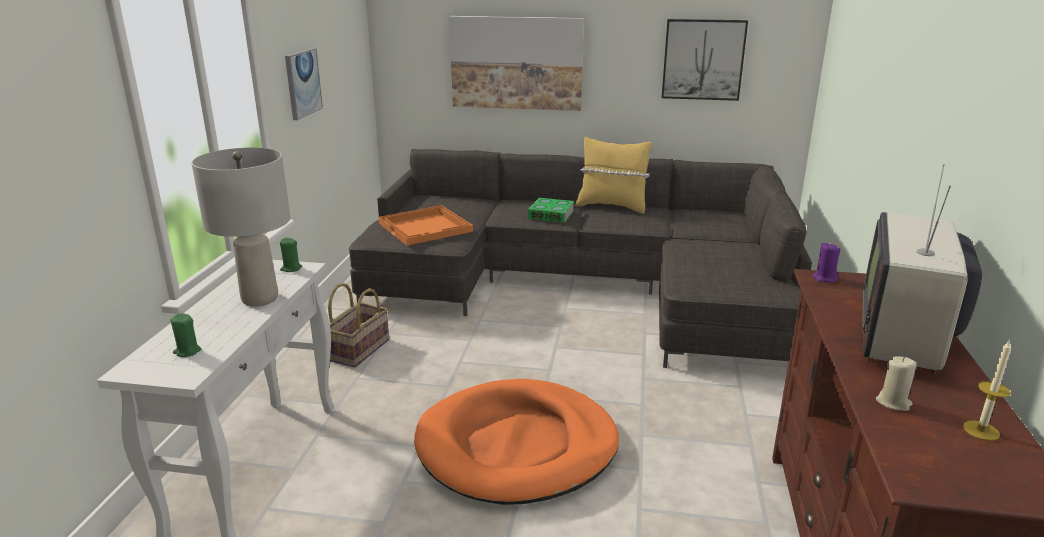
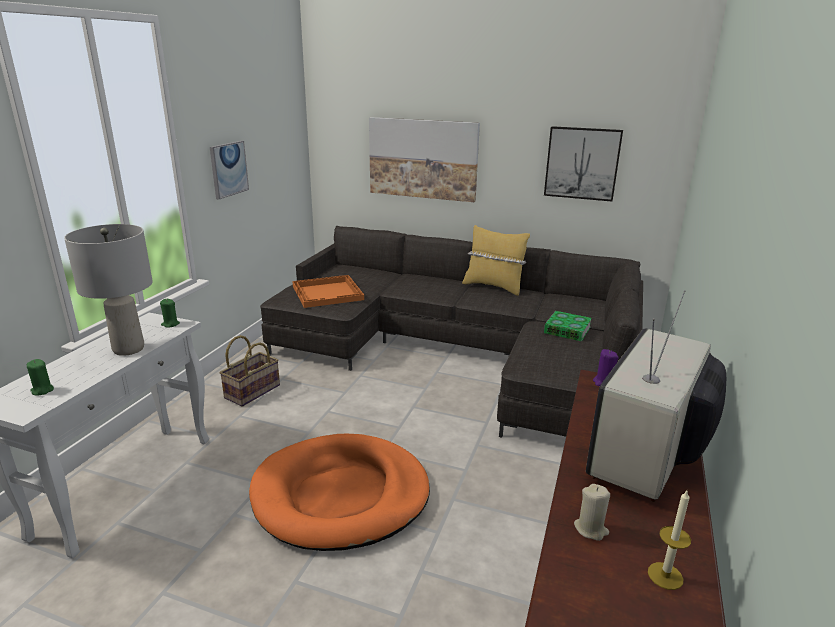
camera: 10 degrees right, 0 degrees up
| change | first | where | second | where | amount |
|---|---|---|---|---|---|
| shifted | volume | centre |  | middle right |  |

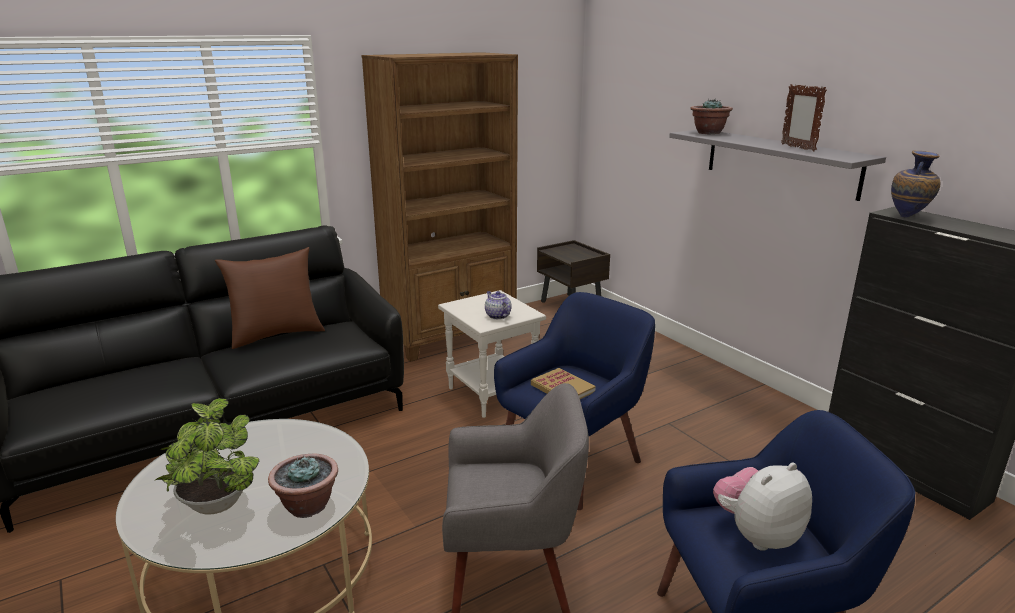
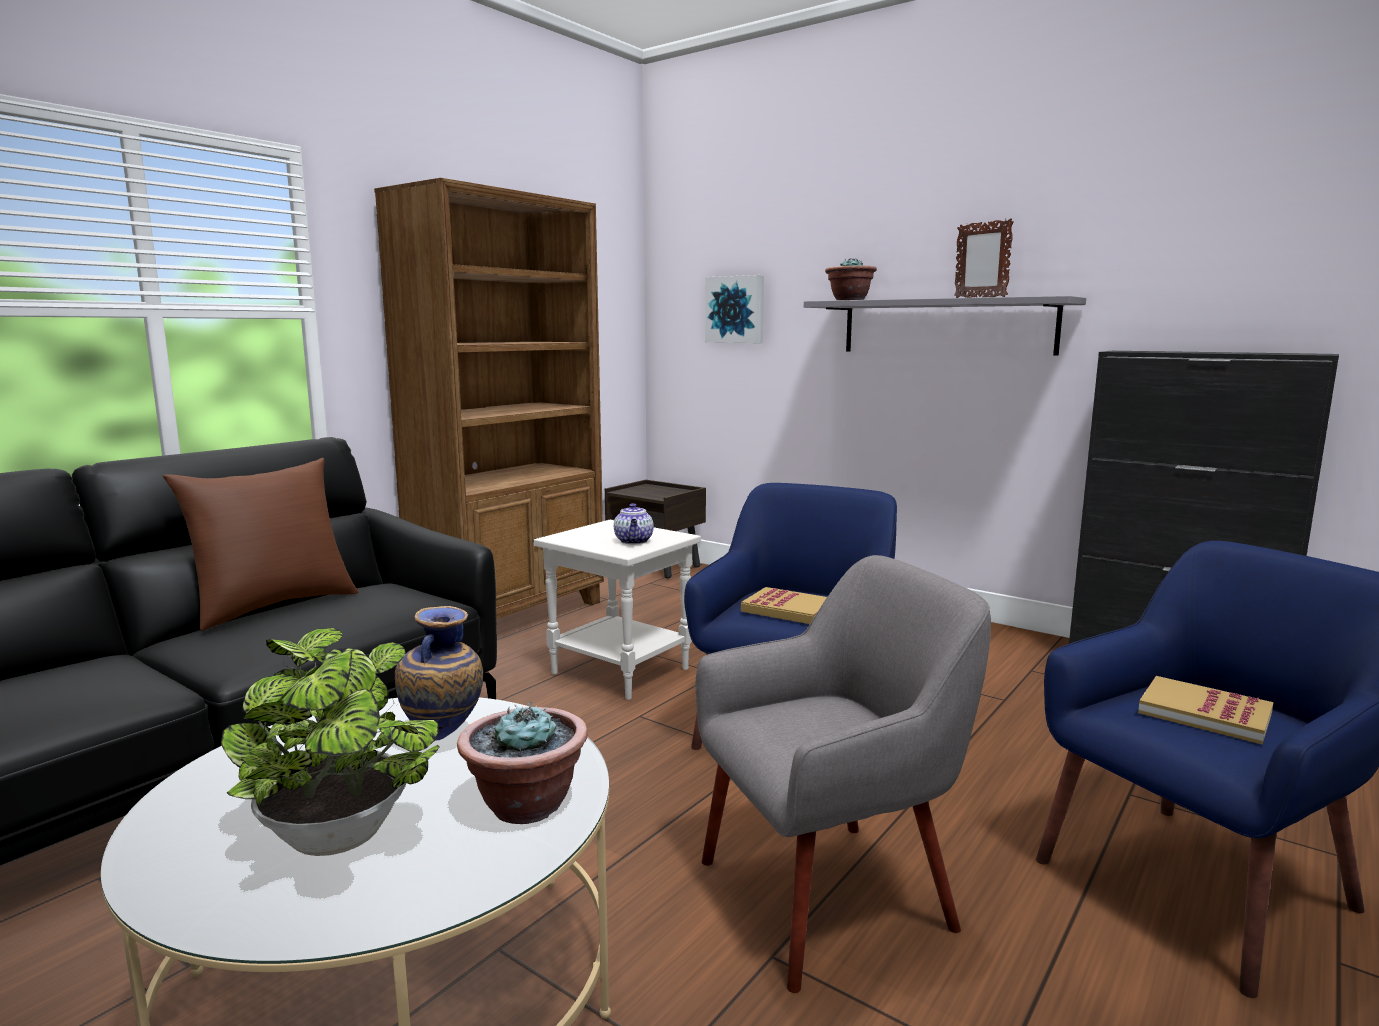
camera: 20 degrees left, 10 degrees down
| change | first | where | second | where | amount |
|---|---|---|---|---|---|
| rotated | tea pot | centre |  | centre | 135 degrees counterclockwise |
| swapped | soft toy | bottom right | volume (no. 2 from left) | bottom right |  |
| shifted | vase | top right |  | middle left |  |
| new |  |  | wall art | top centre |  |

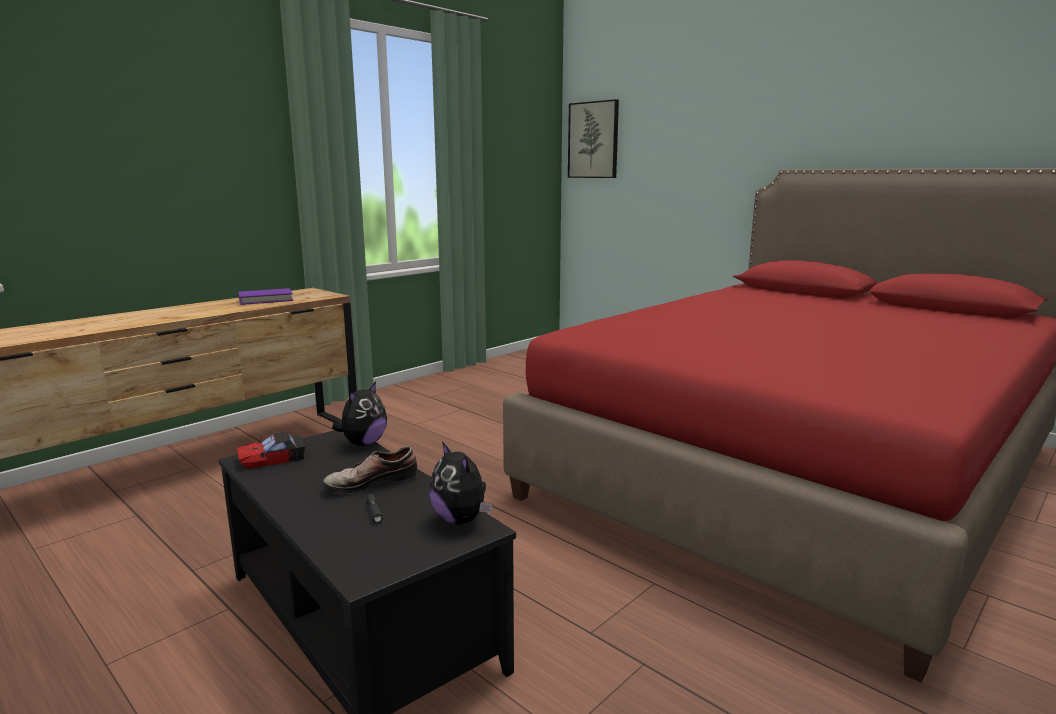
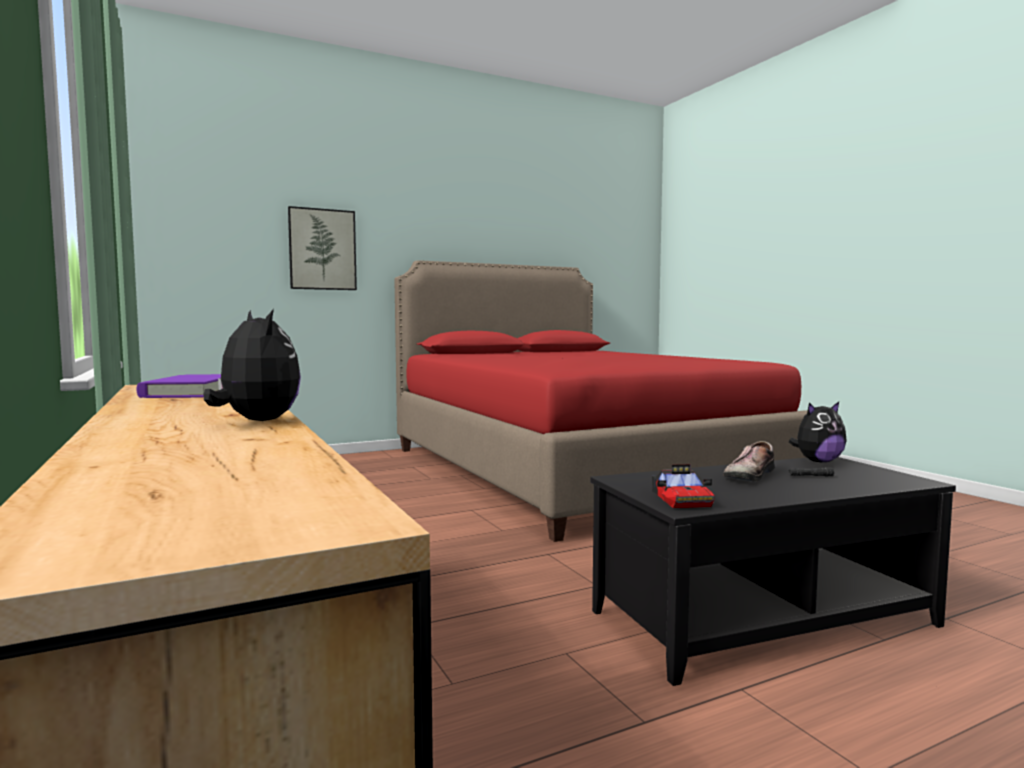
camera: 70 degrees left, 10 degrees down
| change | first | where | second | where | amount |
|---|---|---|---|---|---|
| rotated | shoe | centre |  | middle right | 45 degrees clockwise |
| shifted | soft toy (no. 1 from left) | centre |  | middle left |  |
| shifted | wall art | top centre |  | top left |  |

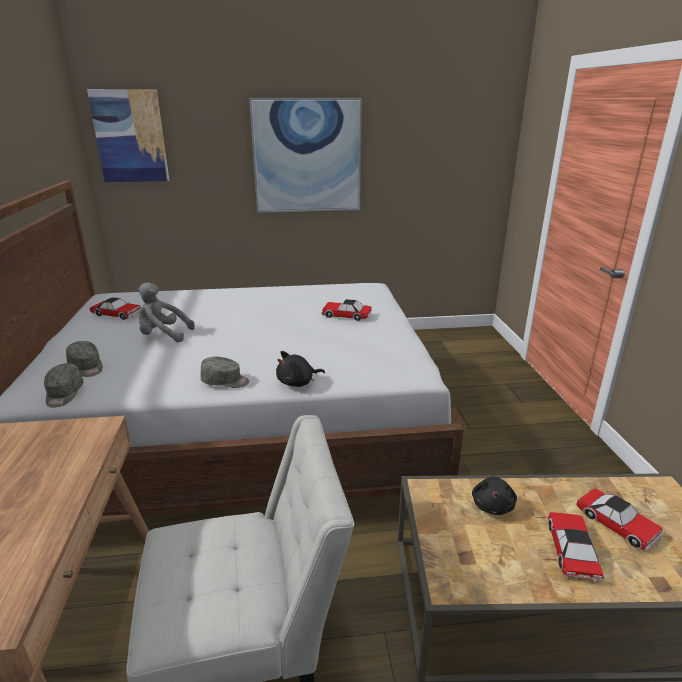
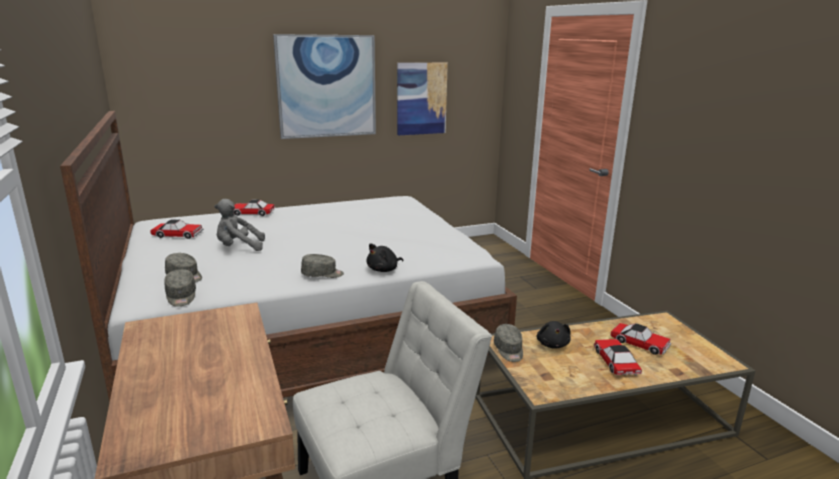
camera: 15 degrees left, 5 degrees down
| change | first | where | second | where | amount |
|---|---|---|---|---|---|
| shifted | wall art (no. 1 from left in the first image) | top left | wall art (no. 2 from left) | top centre |  |
| shifted | miniature car (no. 2 from left) | centre |  | middle left |  |
| new |  |  | baseball cap (gray) (no. 4 from left) | bottom centre |  |

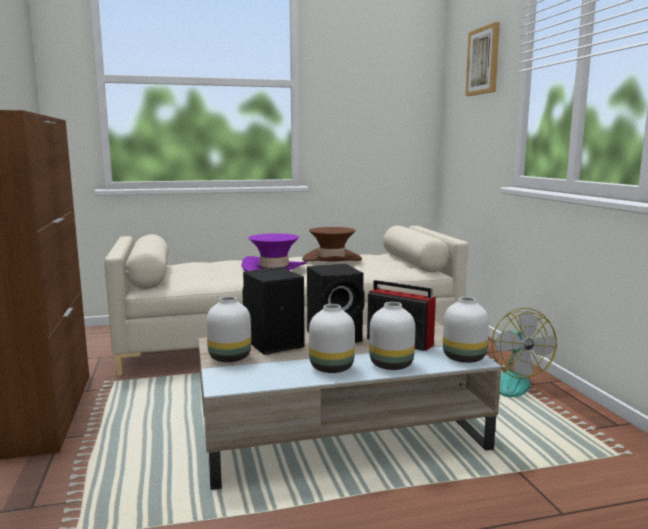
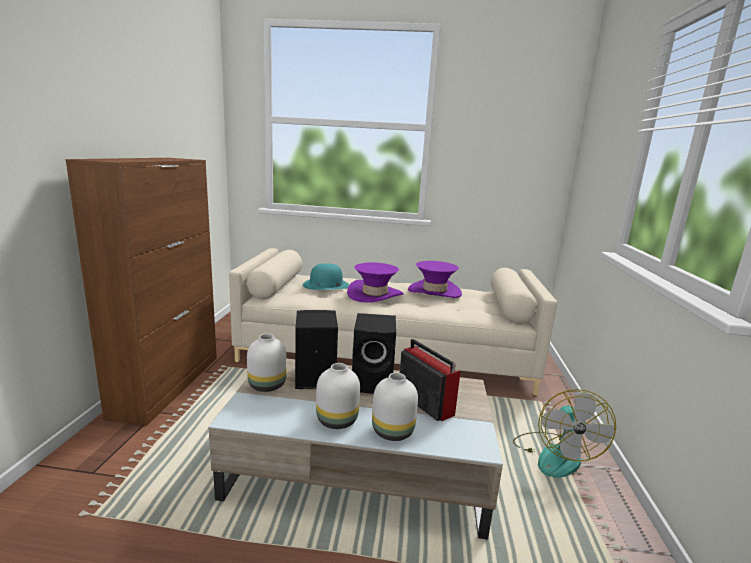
camera: 20 degrees right, 5 degrees up
| change | first | where | second | where | amount |
|---|---|---|---|---|---|
| repainted | clothing hat (brown) | centre | clothing hat (purplish) (no. 2 from left) | centre |  |
| gone | vase (whitish) (no. 4 from left) | middle right |  |  |  |
| gone | wall art | top right |  |  |  |
| new |  |  | clothing hat (turquoise-coloured) | centre |  |

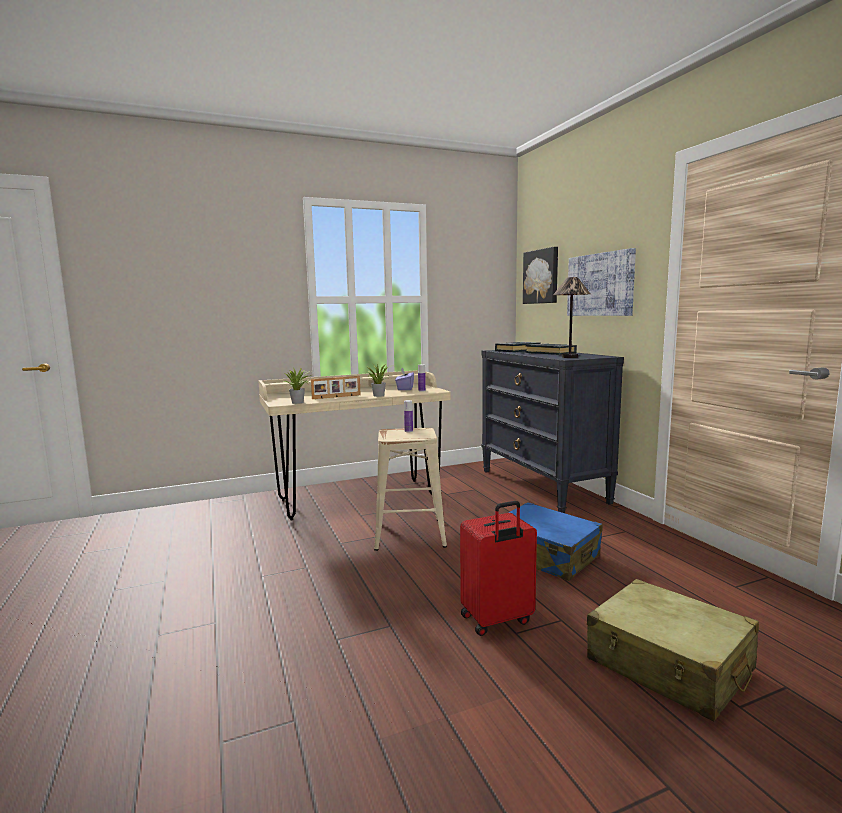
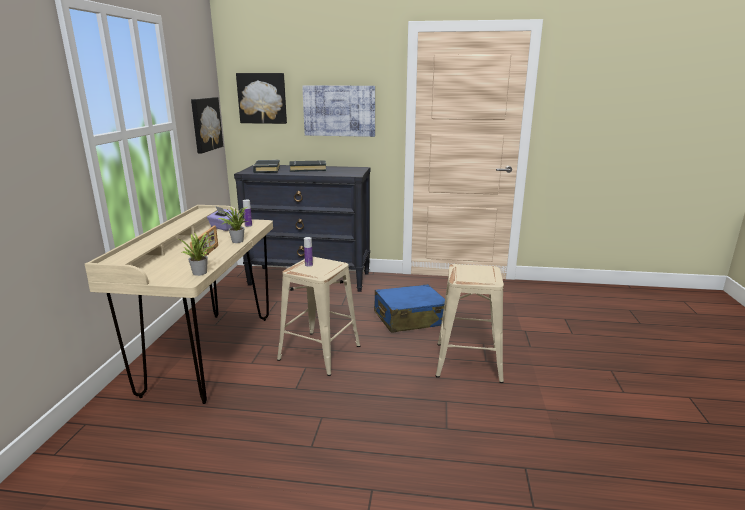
camera: 60 degrees left, 10 degrees up
| change | first | where | second | where | amount |
|---|---|---|---|---|---|
| swapped | suitcase (red) | bottom centre | stool seat (beige-coloured) (no. 2 from left) | centre |  |
| gone | tabletop lamp | middle right |  |  |  |
| gone | suitcase (beige-coloured) | bottom right |  |  |  |
| new |  |  | wall art (no. 1 from left) | top left |  |

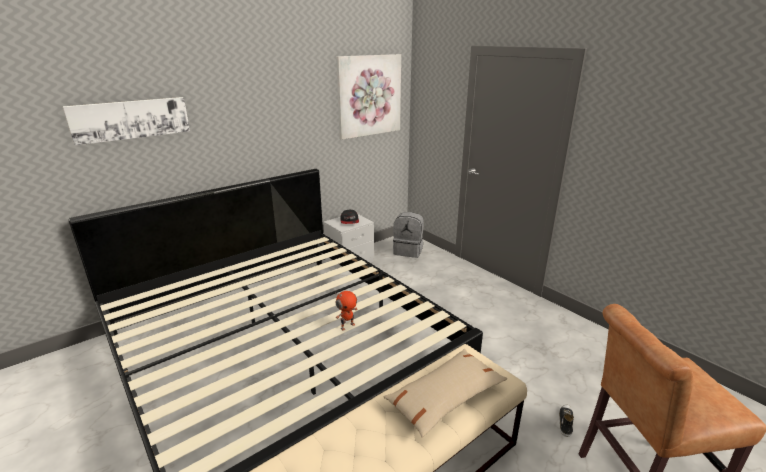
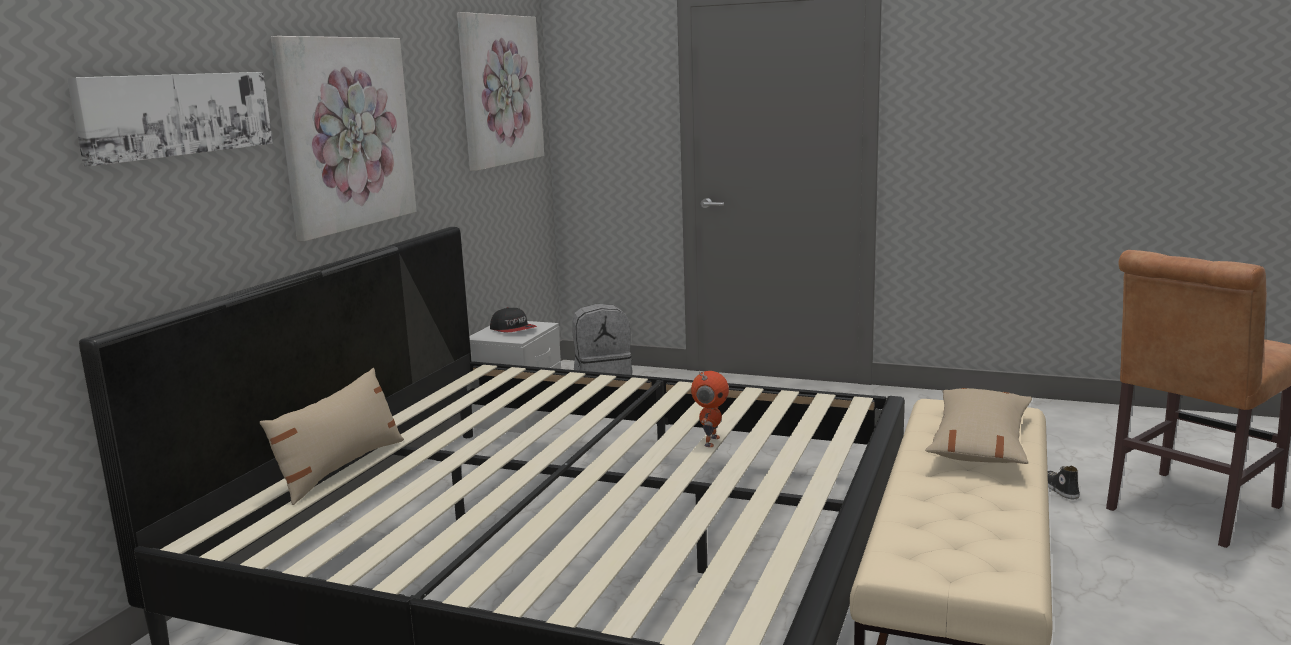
camera: 30 degrees left, 10 degrees down
| change | first | where | second | where | amount |
|---|---|---|---|---|---|
| new |  |  | throw pillow (beige-coloured) (no. 1 from left) | bottom left |  |
| new |  |  | wall art (no. 2 from left) | top left |  |

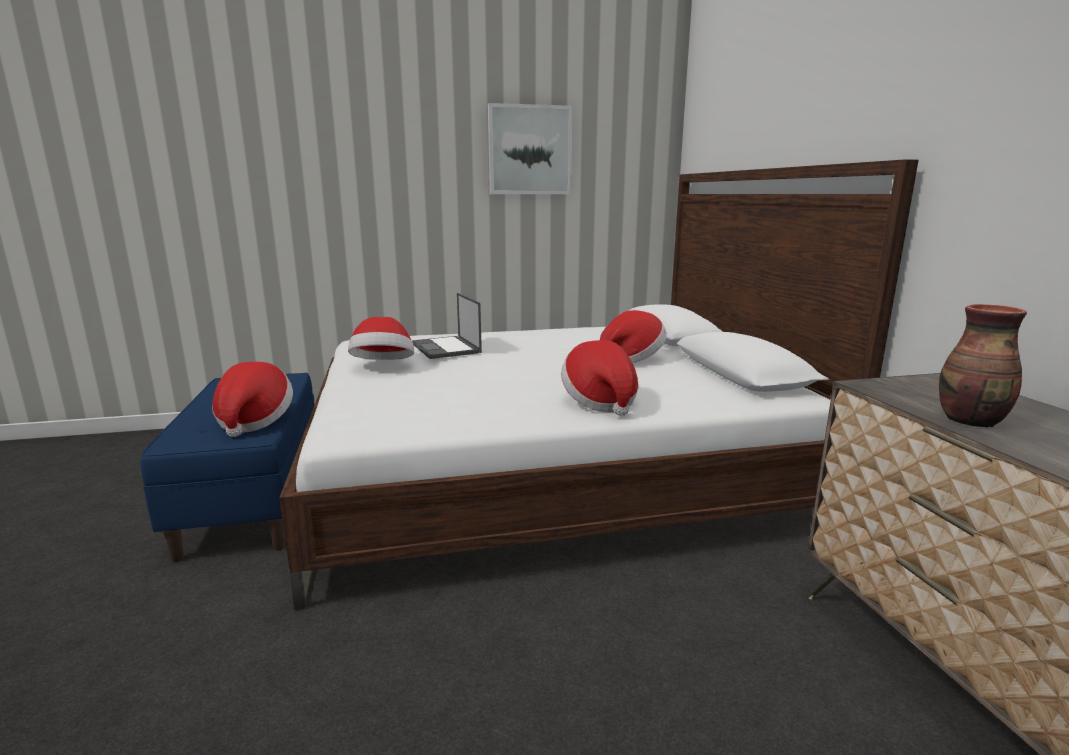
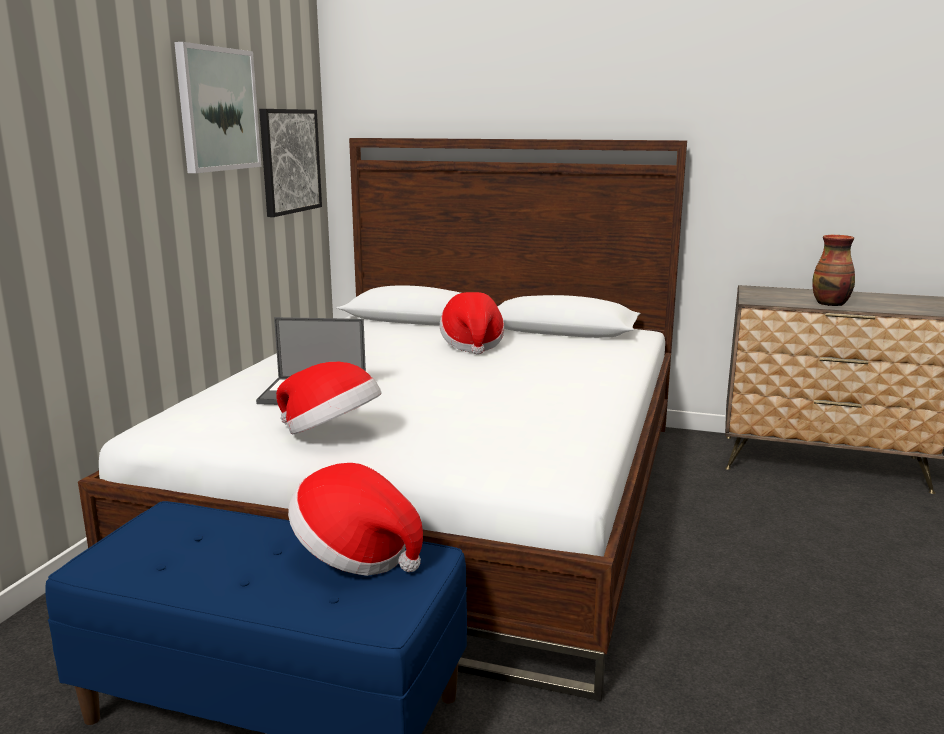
camera: 60 degrees left, 0 degrees up
| change | first | where | second | where | amount |
|---|---|---|---|---|---|
| gone | clothing hat (no. 3 from left) | centre |  |  |  |
| new |  |  | wall art (no. 2 from left) | top left |  |

